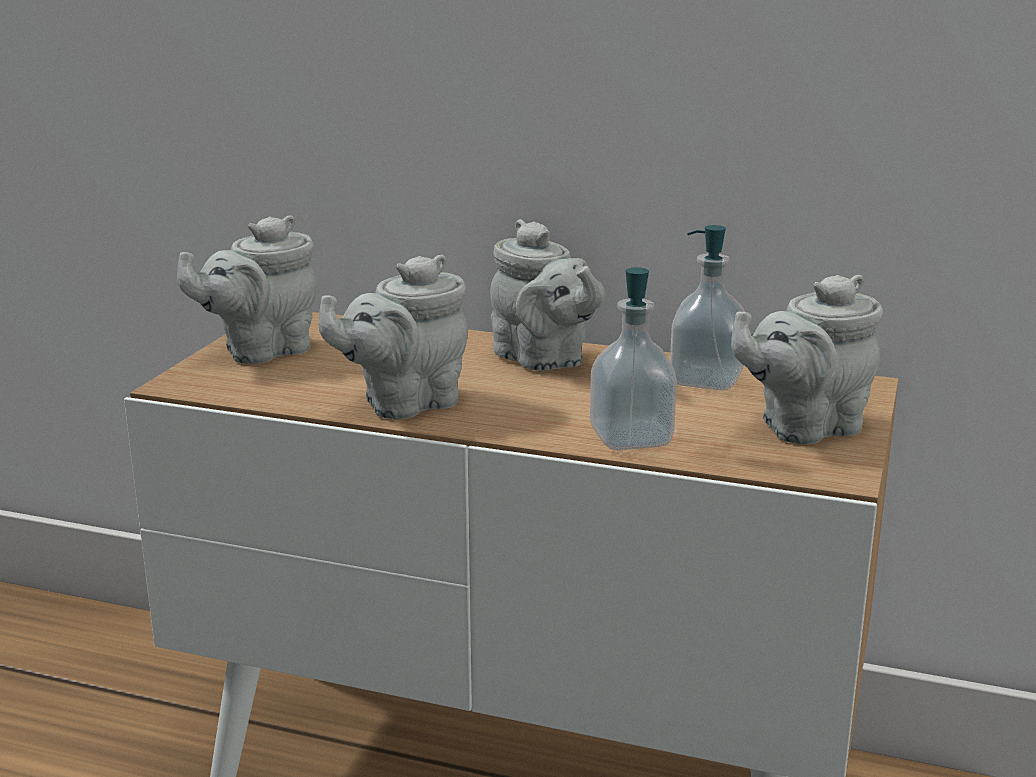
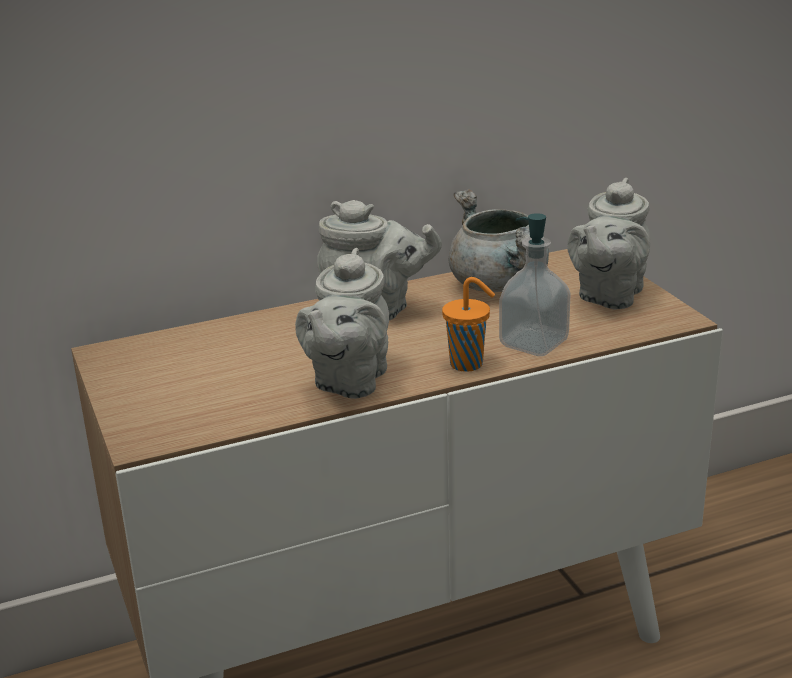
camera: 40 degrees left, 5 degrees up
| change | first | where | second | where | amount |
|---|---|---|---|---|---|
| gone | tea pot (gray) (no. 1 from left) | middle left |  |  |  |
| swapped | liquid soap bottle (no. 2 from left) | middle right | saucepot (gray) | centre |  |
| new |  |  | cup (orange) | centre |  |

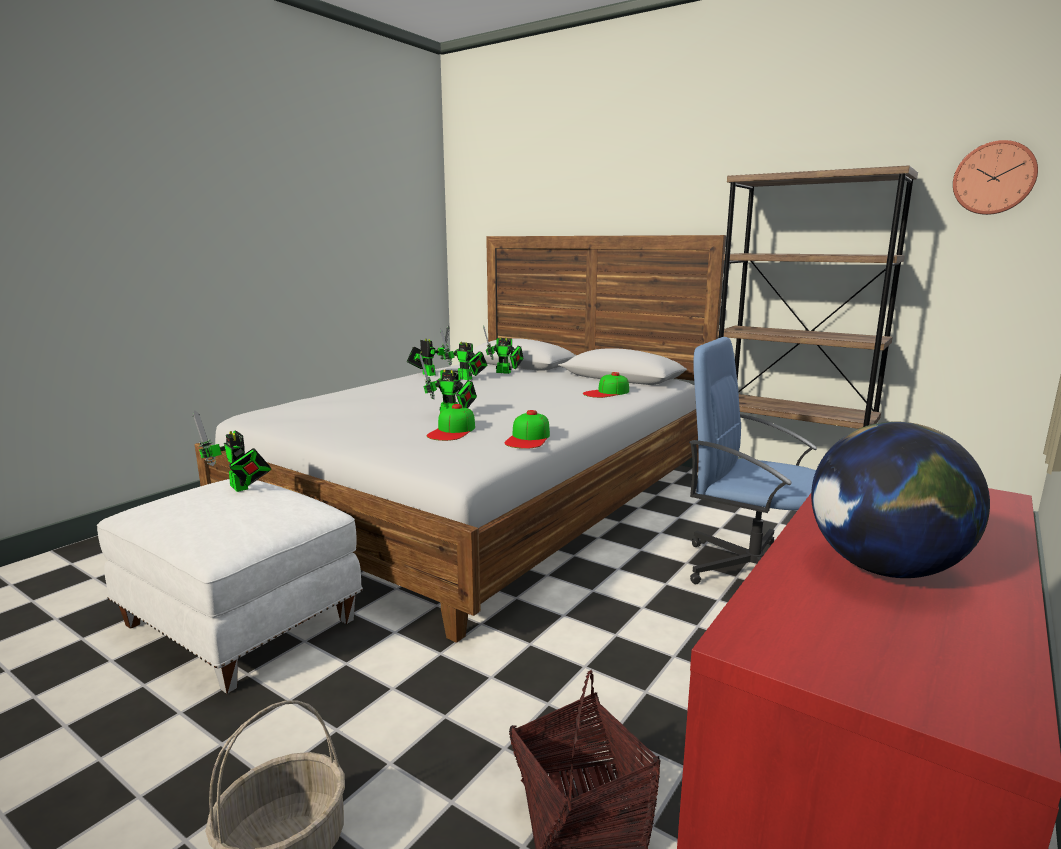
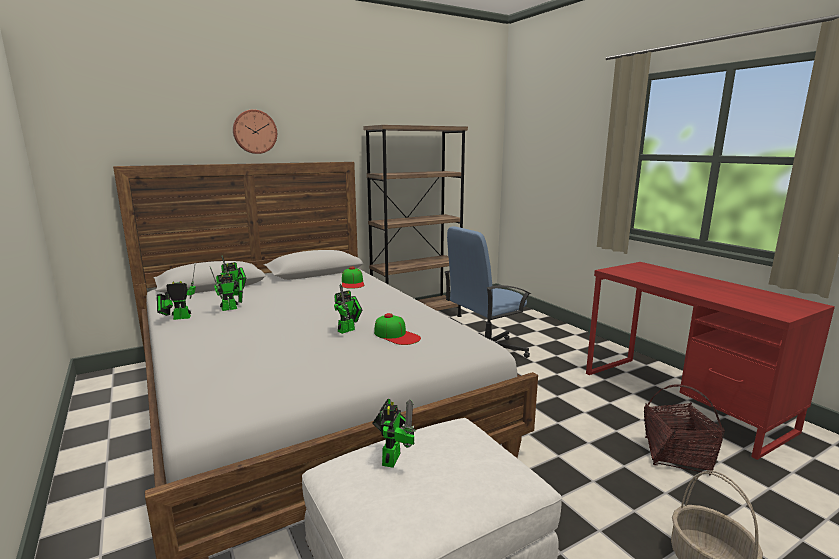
camera: 65 degrees left, 0 degrees up
| change | first | where | second | where | amount |
|---|---|---|---|---|---|
| rotated | robot figure (no. 1 from left in the first image) | middle left | robot figure (no. 5 from left) | bottom centre | 60 degrees counterclockwise |
| gone | baseball cap (no. 2 from left) | centre |  |  |  |
| gone | desk globe | middle right |  |  |  |
| shifted | clock on the wall | top right |  | top left |  |

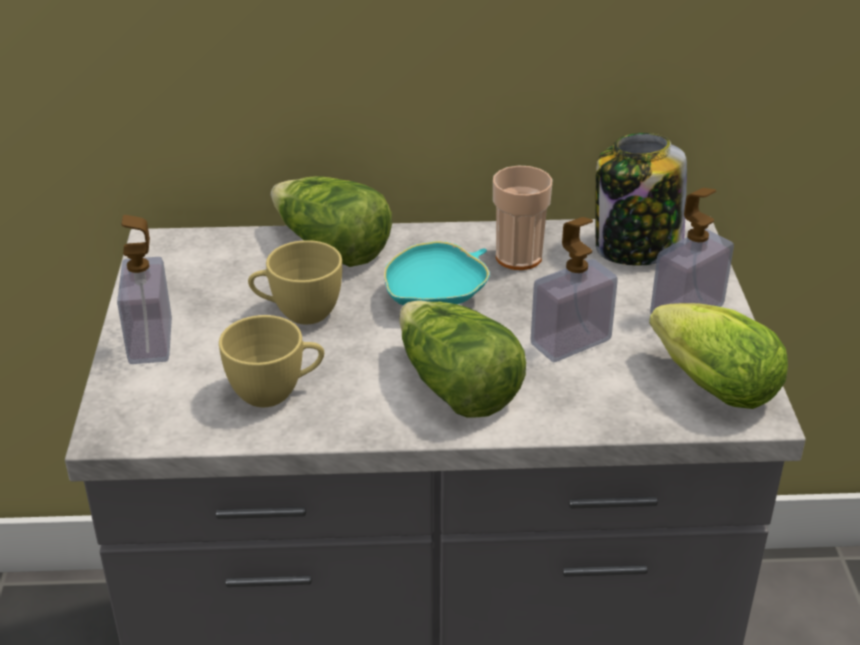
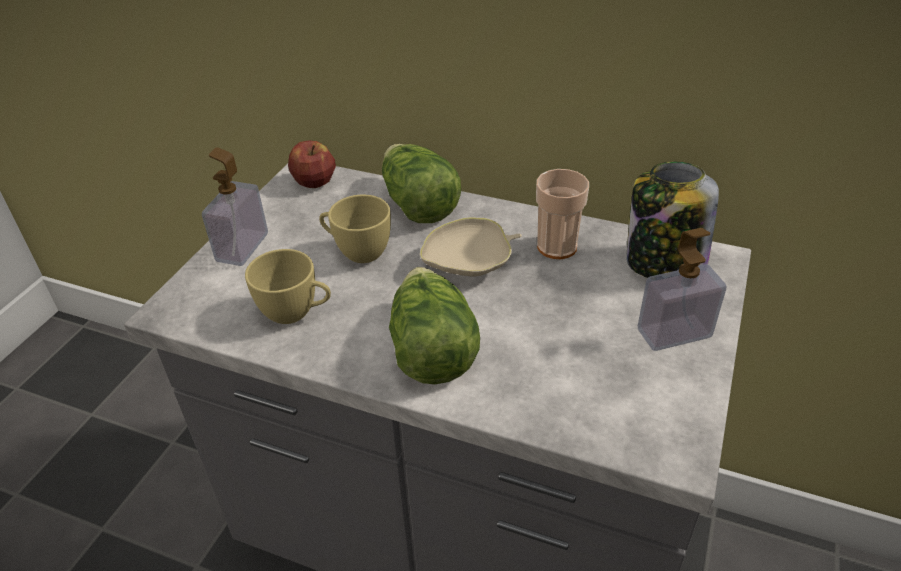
camera: 25 degrees right, 5 degrees up
| change | first | where | second | where | amount |
|---|---|---|---|---|---|
| repainted | serving bowl (turquoise-coloured) | centre | serving bowl (beige-coloured) | centre |  |
| gone | liquid soap bottle (no. 2 from left) | middle right |  |  |  |
| gone | lettuce (no. 3 from left) | middle right |  |  |  |
| new |  |  | apple fruit | top centre |  |

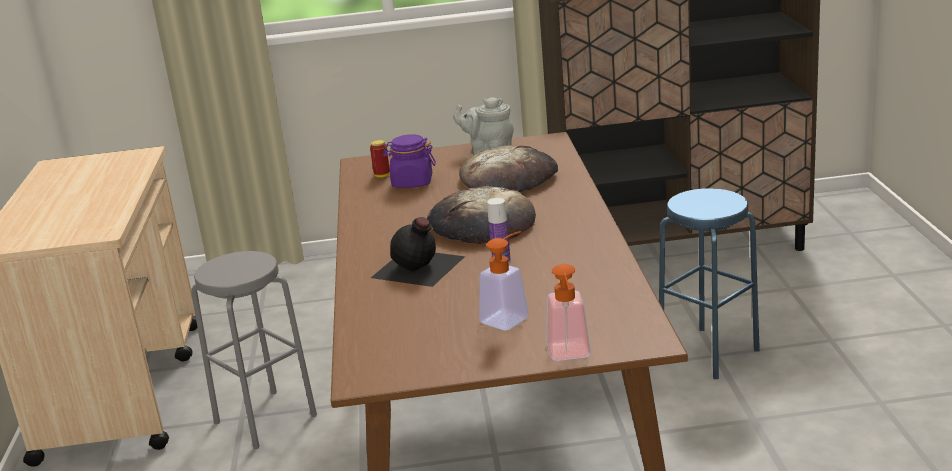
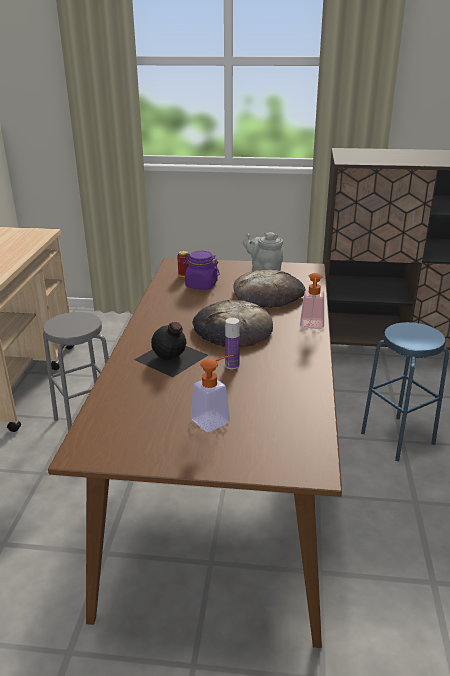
camera: 10 degrees right, 5 degrees up
| change | first | where | second | where | amount |
|---|---|---|---|---|---|
| shifted | liquid soap bottle (no. 2 from left) | centre |  | middle right |  |

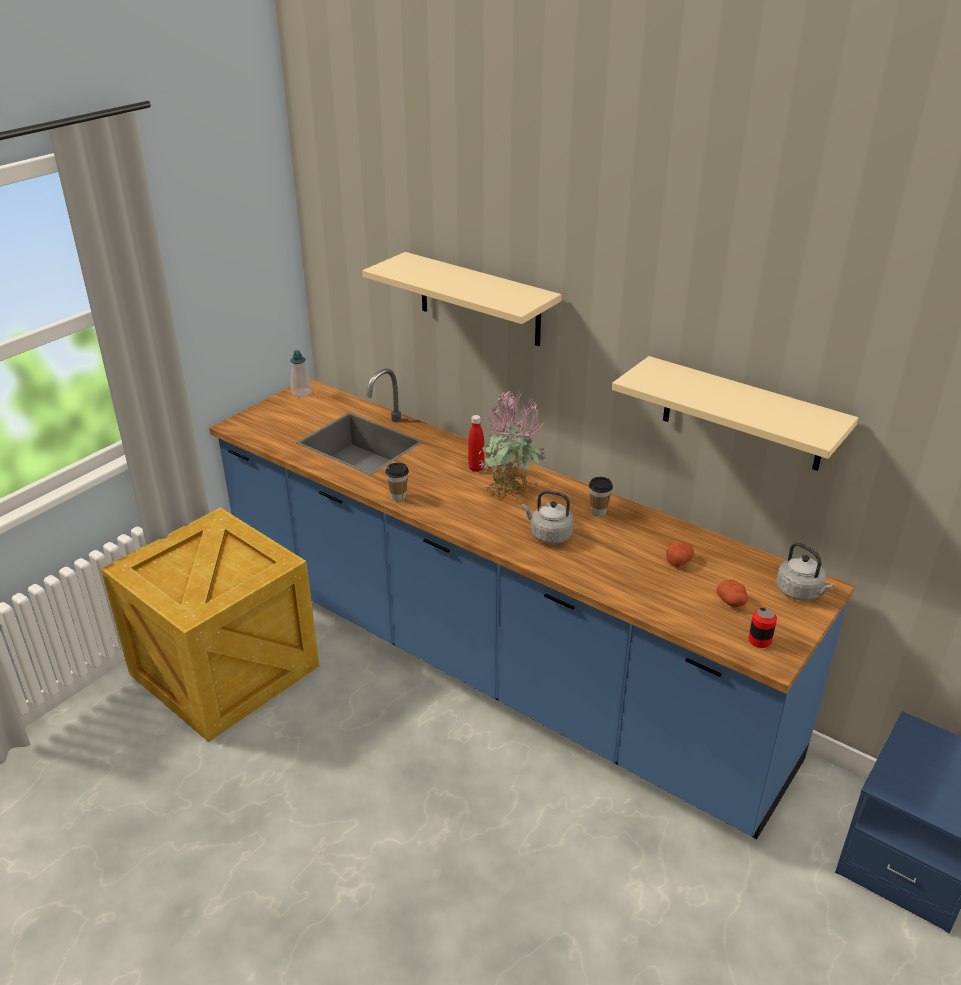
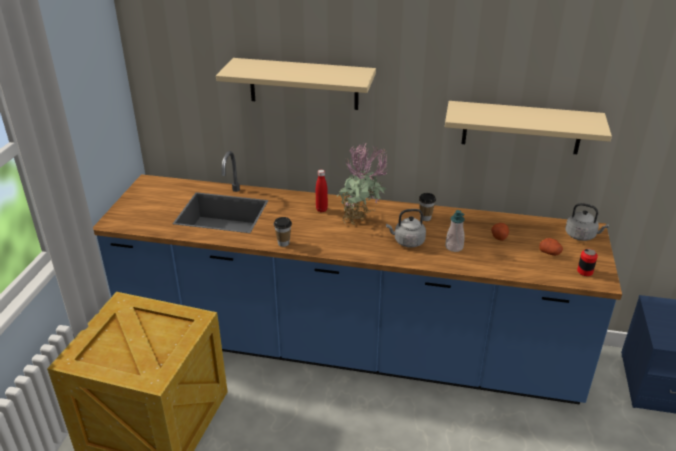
camera: 25 degrees left, 0 degrees up
| change | first | where | second | where | amount |
|---|---|---|---|---|---|
| shifted | liquid soap bottle | middle left |  | middle right |  |

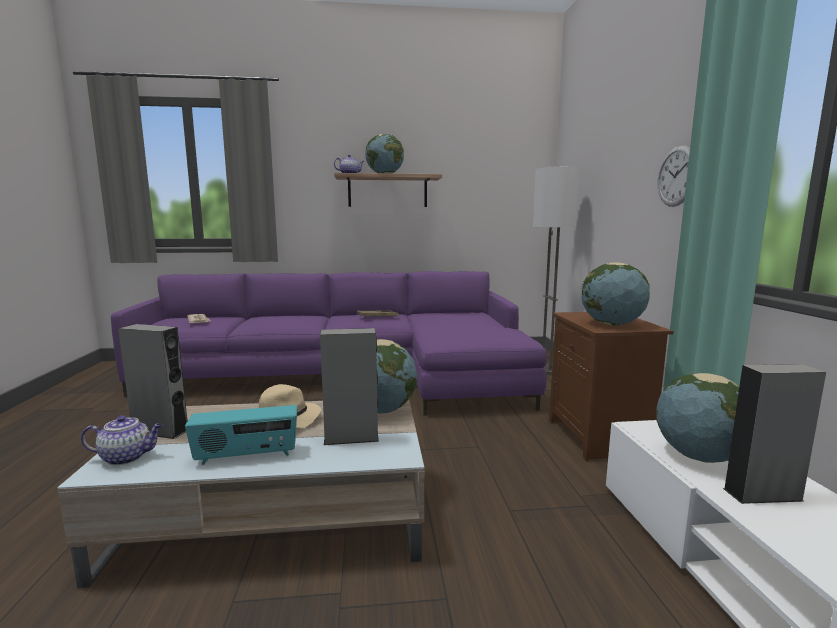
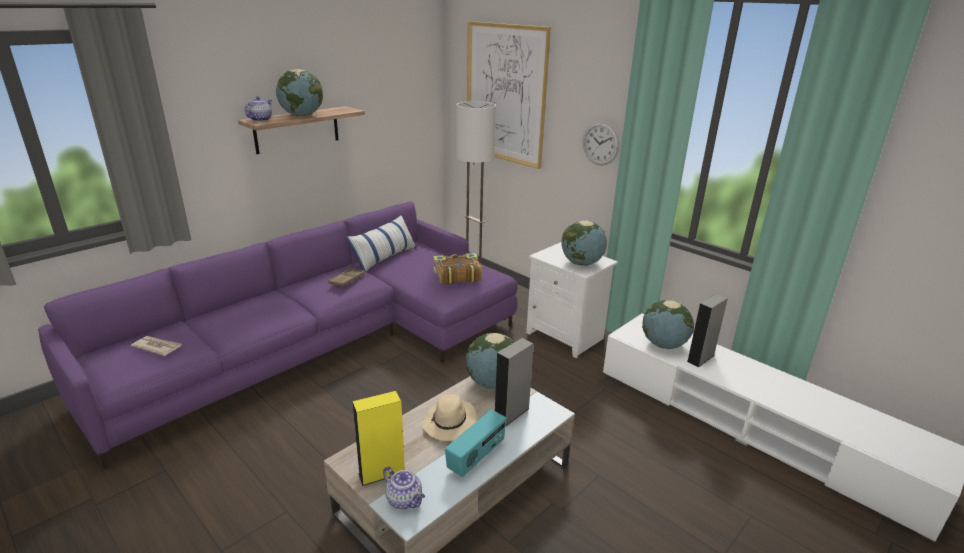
camera: 40 degrees left, 15 degrees up
| change | first | where | second | where | amount |
|---|---|---|---|---|---|
| rotated | tea pot (no. 1 from left in the first image) | bottom left | tea pot (no. 2 from left) | bottom centre | 90 degrees clockwise |
| repainted | audio speaker (gray) (no. 1 from left) | middle left | audio speaker (yellowish) | bottom centre |  |
| repainted | nightstand (brown) | middle right | nightstand (whitish) | centre |  |
| new |  |  | throw pillow | centre |  |
| new |  |  | volume | centre |  |
| new |  |  | wall art | top centre |  |

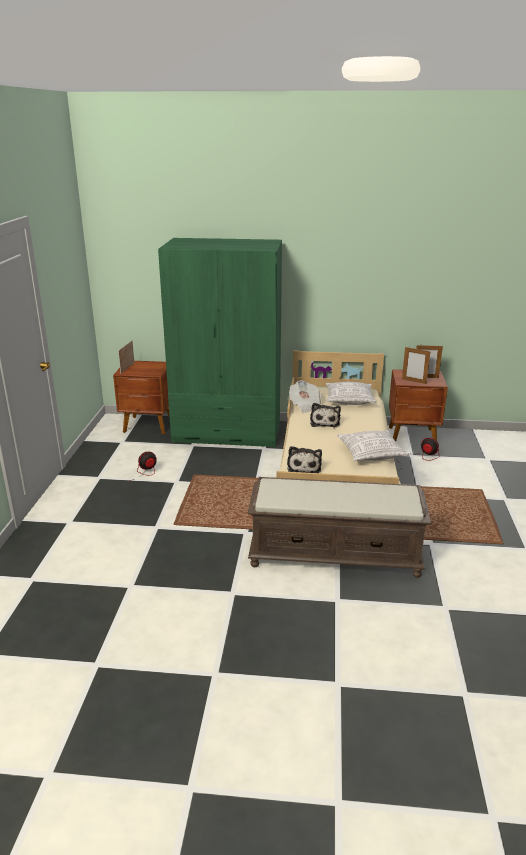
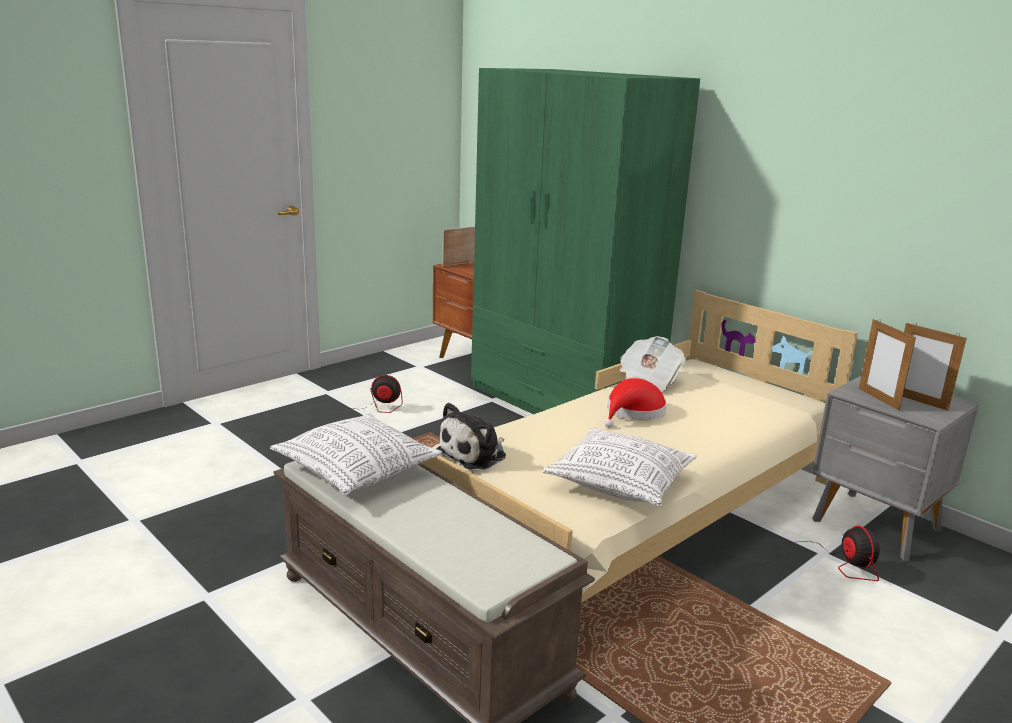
camera: 40 degrees right, 5 degrees down
| change | first | where | second | where | amount |
|---|---|---|---|---|---|
| swapped | soft toy (no. 2 from left) | centre | clothing hat (red) | centre |  |
| shifted | throw pillow (no. 1 from left) | middle right |  | centre |  |
| repainted | nightstand (brown) (no. 2 from left) | middle right | nightstand (gray) | middle right |  |

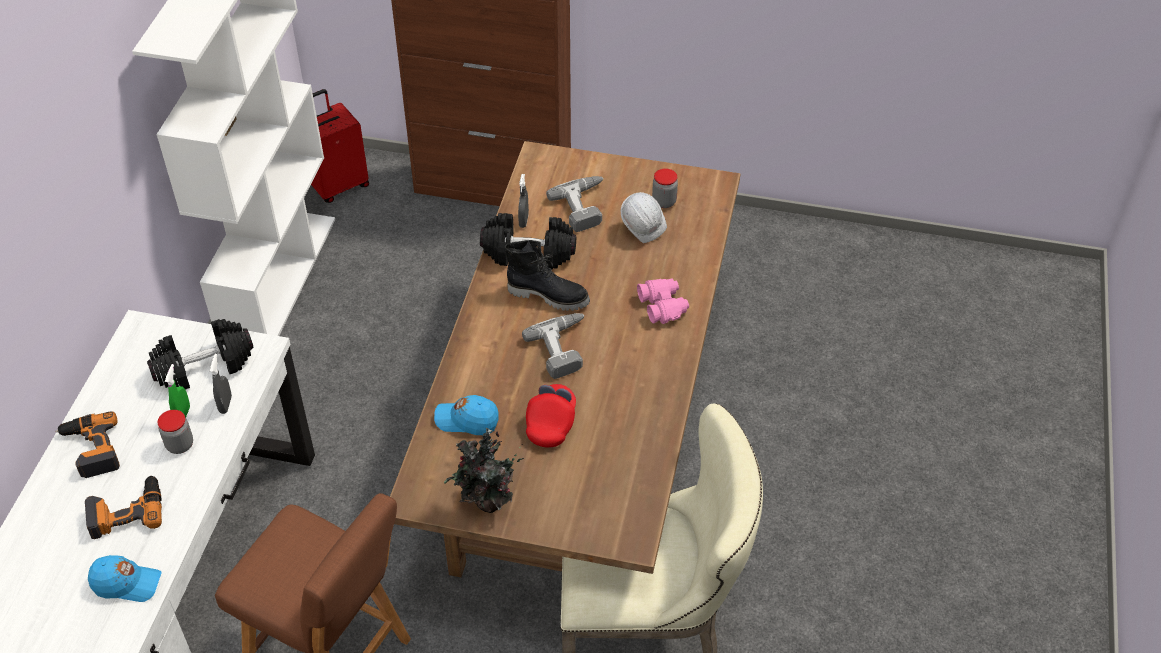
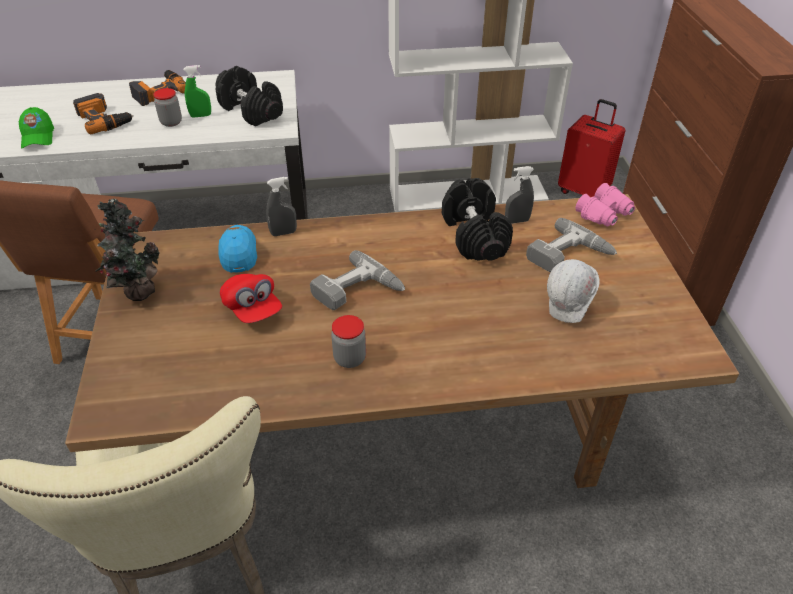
camera: 70 degrees right, 5 degrees down
| change | first | where | second | where | amount |
|---|---|---|---|---|---|
| repainted | baseball cap (bluish) (no. 1 from left) | bottom left | baseball cap (greenish) | top left |  |
| shifted | spray bottle (gray) (no. 1 from left) | middle left |  | centre |  |
| gone | boot (black-coloured) | centre |  |  |  |
| rotated | baseball cap (red) | centre |  | middle left | 60 degrees clockwise |
| shifted | binoculars (pink) | centre |  | middle right |  |
| shifted | jar (no. 2 from left) | top centre |  | centre |  |

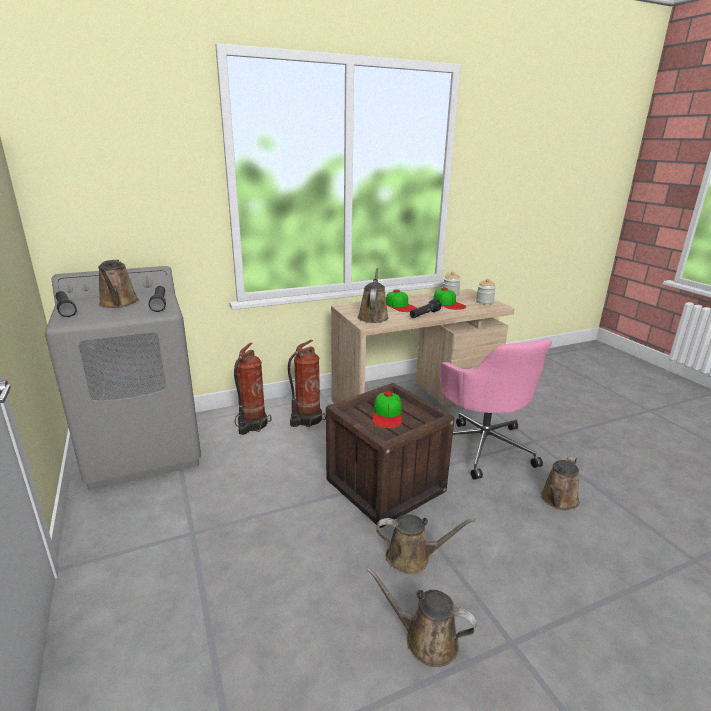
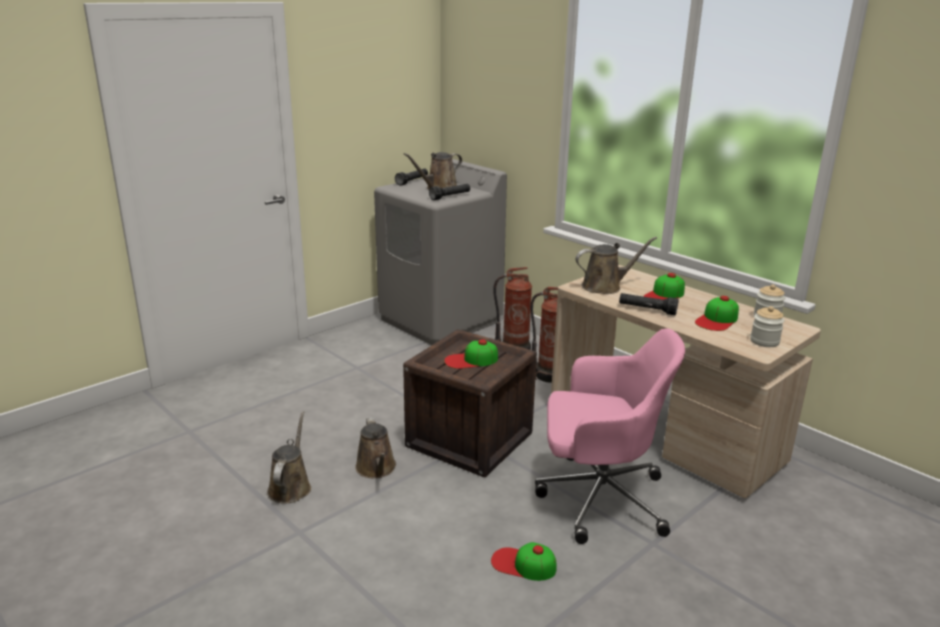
camera: 70 degrees right, 0 degrees up
| change | first | where | second | where | amount |
|---|---|---|---|---|---|
| rotated | desk chair (pink) | middle right |  | bottom centre | 135 degrees counterclockwise |
| swapped | watering can (brown) (no. 5 from left) | bottom right | baseball cap (no. 2 from left) | bottom centre |  |

